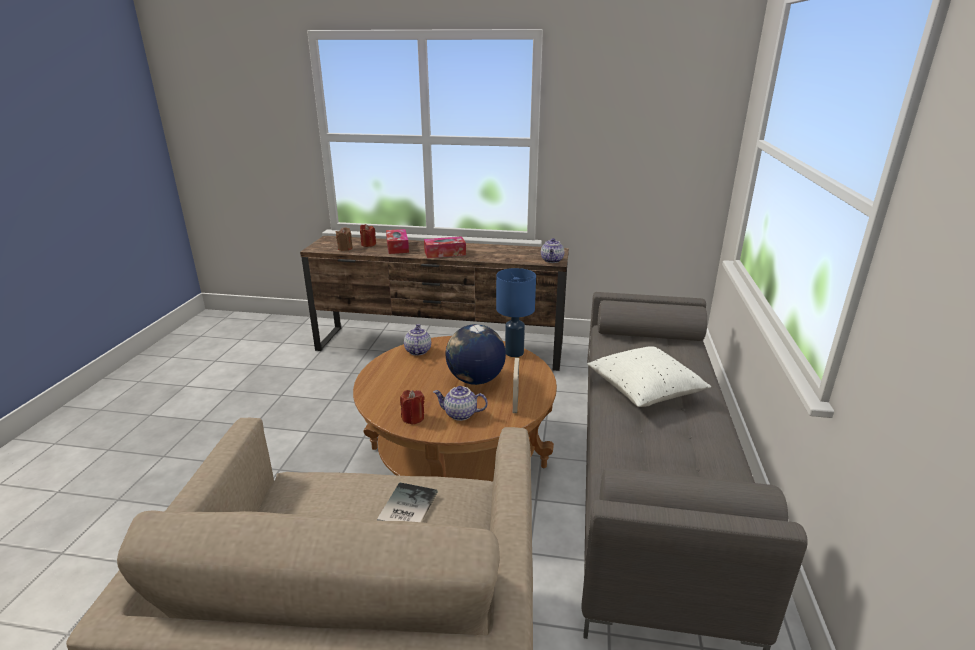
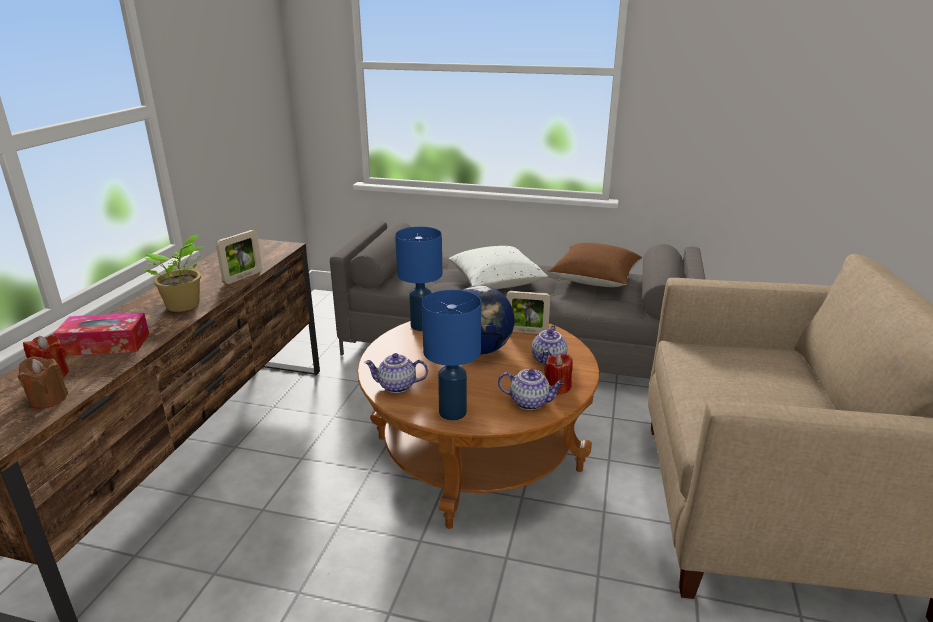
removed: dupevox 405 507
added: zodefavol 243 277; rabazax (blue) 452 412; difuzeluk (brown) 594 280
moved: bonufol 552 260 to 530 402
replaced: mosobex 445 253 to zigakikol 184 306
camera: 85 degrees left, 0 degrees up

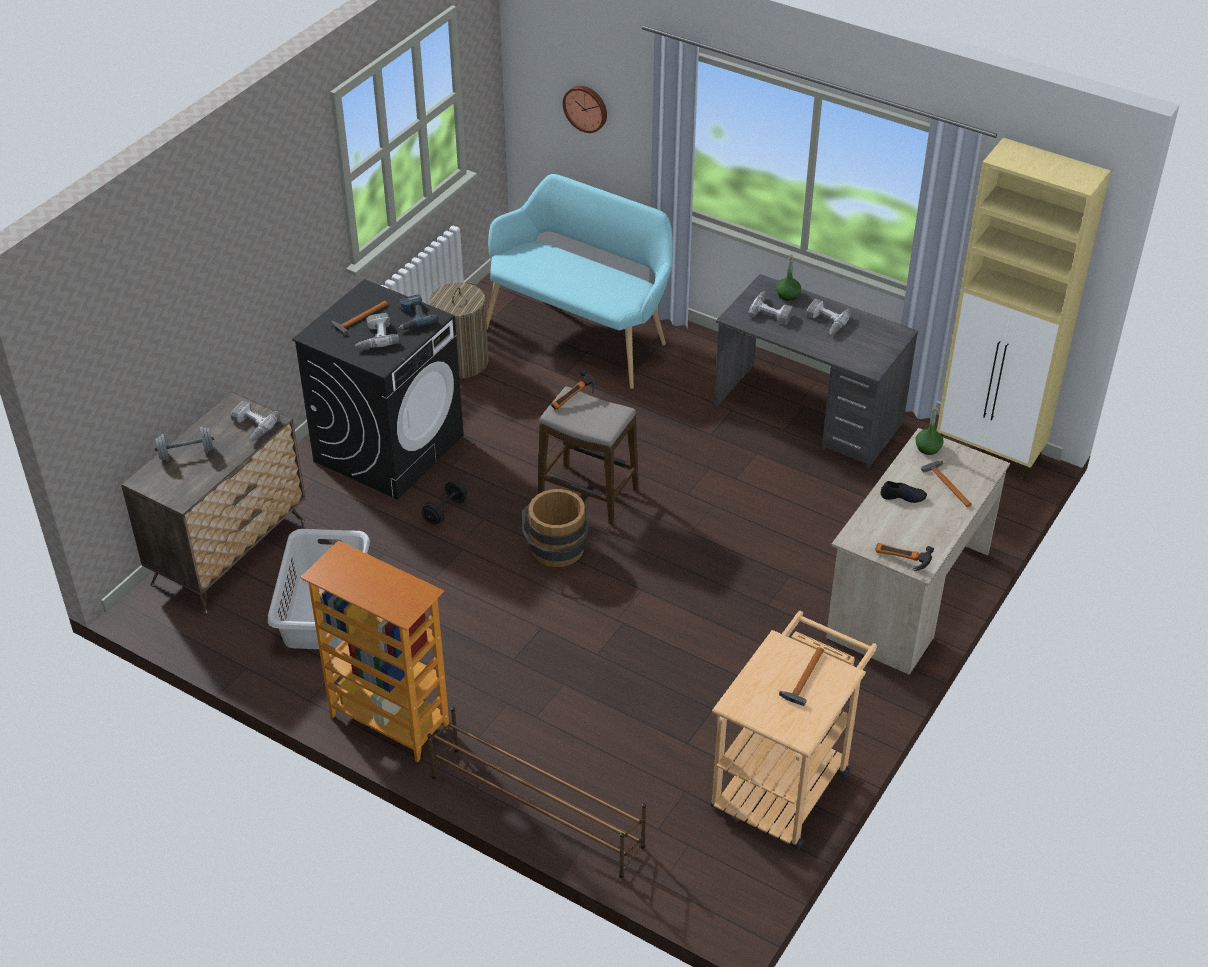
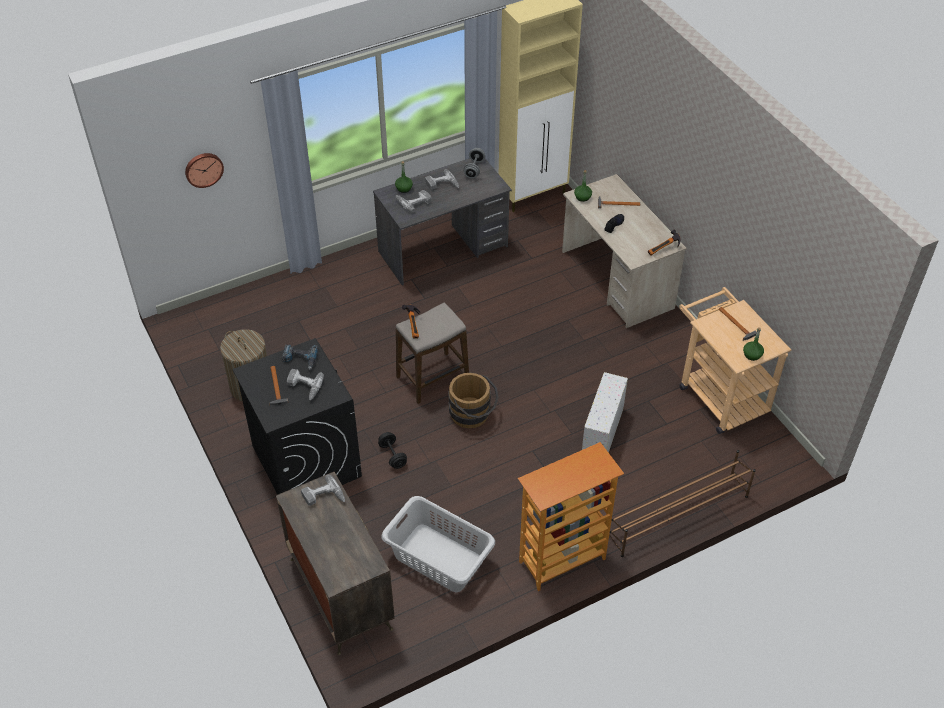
removed: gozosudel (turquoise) 582 334
added: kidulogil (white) 602 434; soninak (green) 752 355
moved: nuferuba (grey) 186 453 to 474 169
camera: 60 degrees left, 5 degrees up

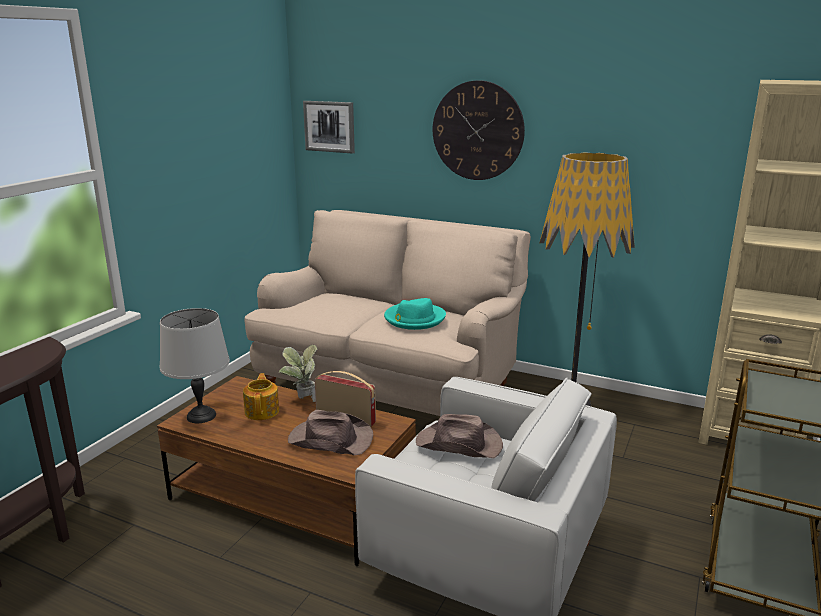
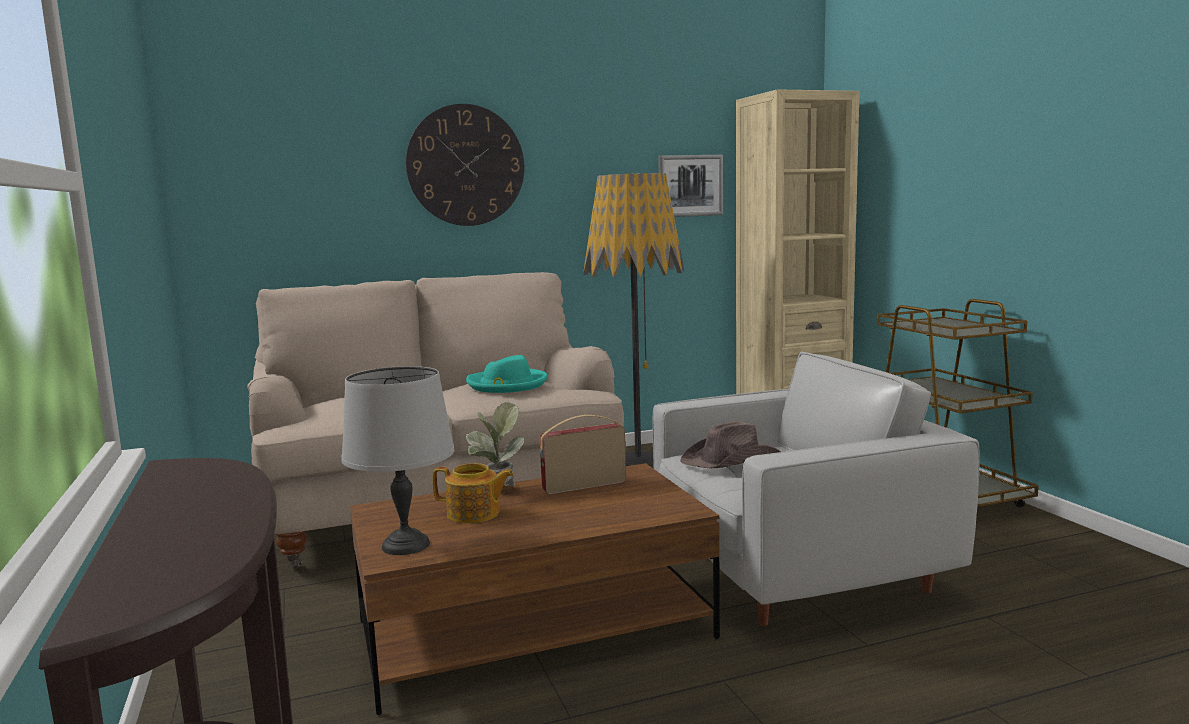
removed: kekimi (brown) 330 439
moved: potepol 329 126 to 690 185
turned: bonufol 262 411 = 474 514 150 degrees clockwise
camera: 45 degrees left, 10 degrees down

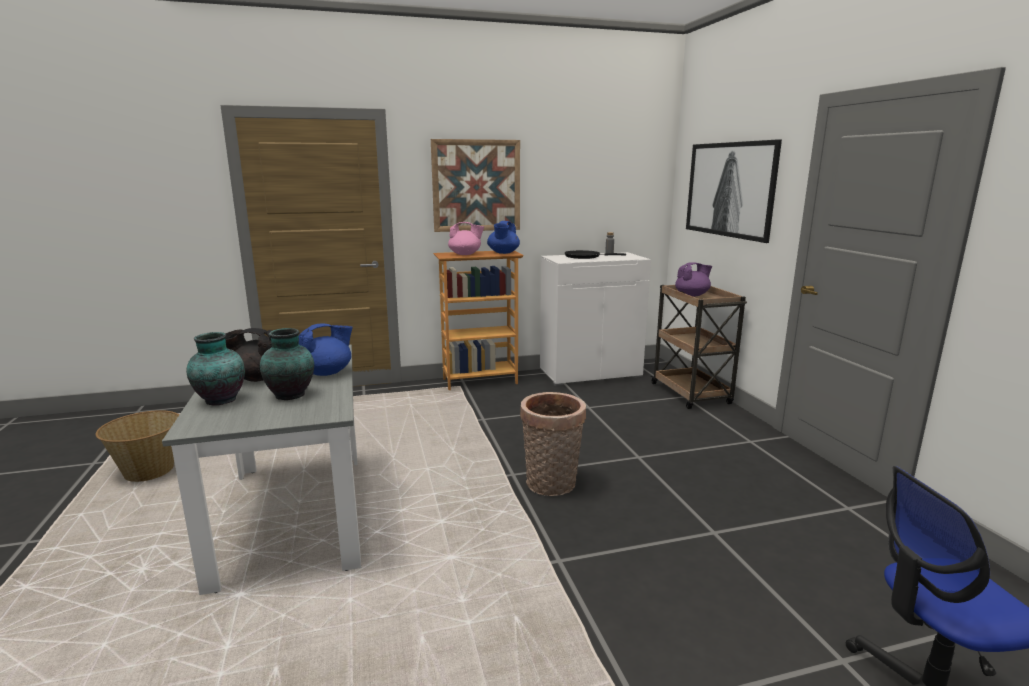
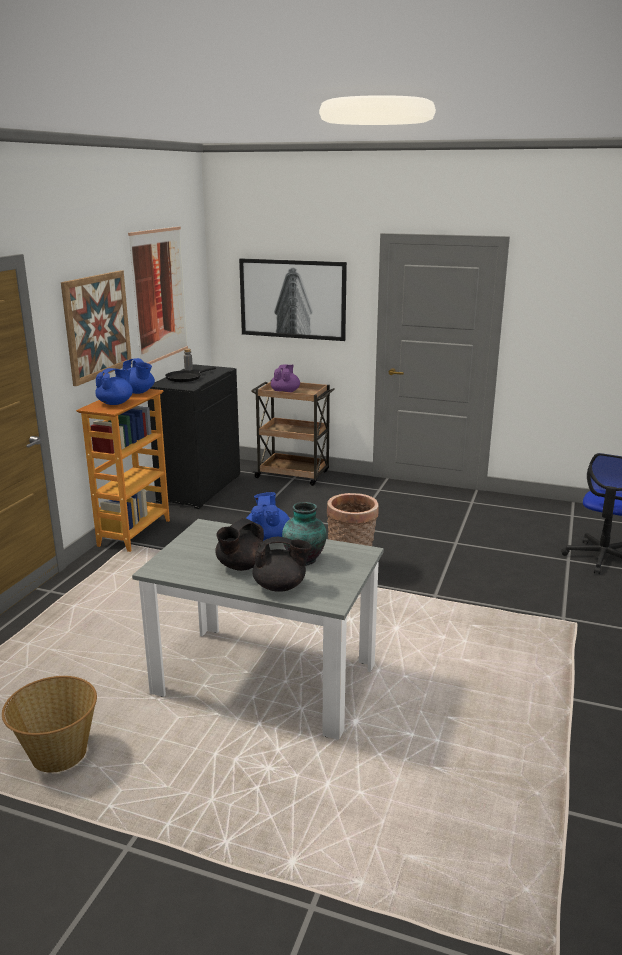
added: potepol 159 295
replaced: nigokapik 220 400 to bonufol (black) 280 586
recoloured: bonufol (pink) 465 254 to bonufol (blue) 116 403; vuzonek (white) 590 373 to vuzonek (black) 199 488
camera: 55 degrees left, 5 degrees up

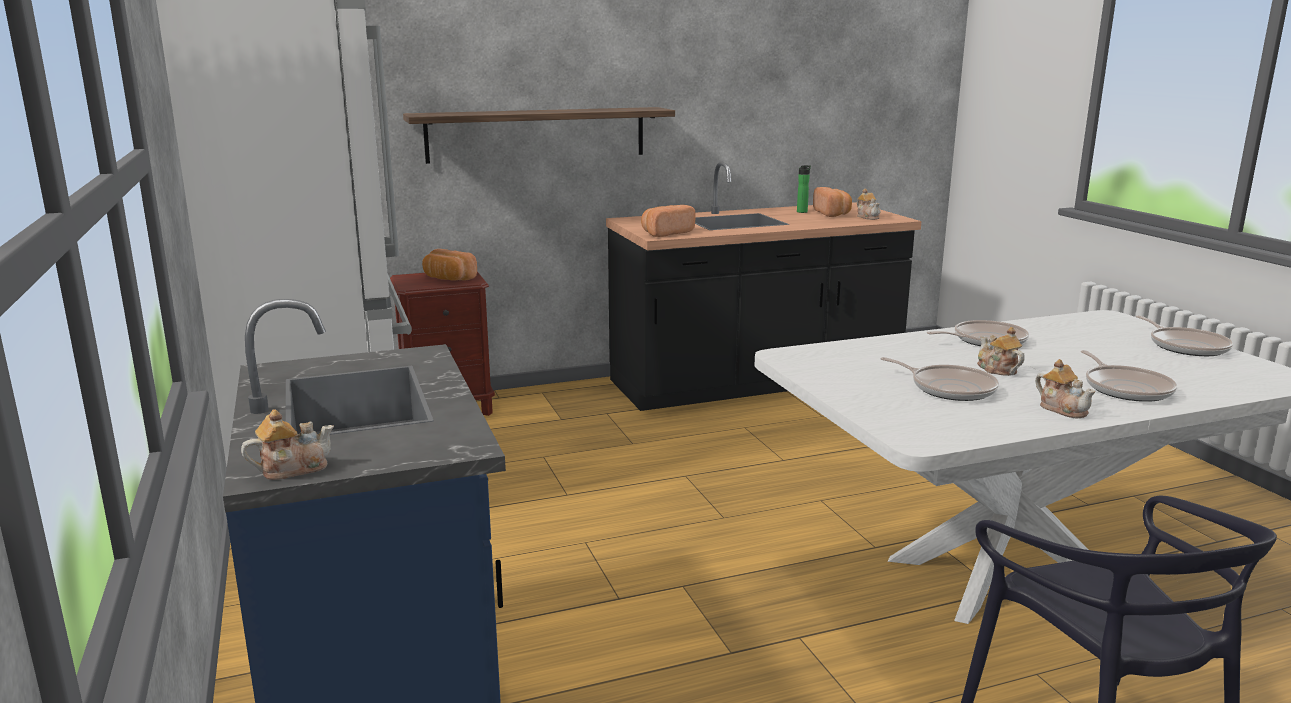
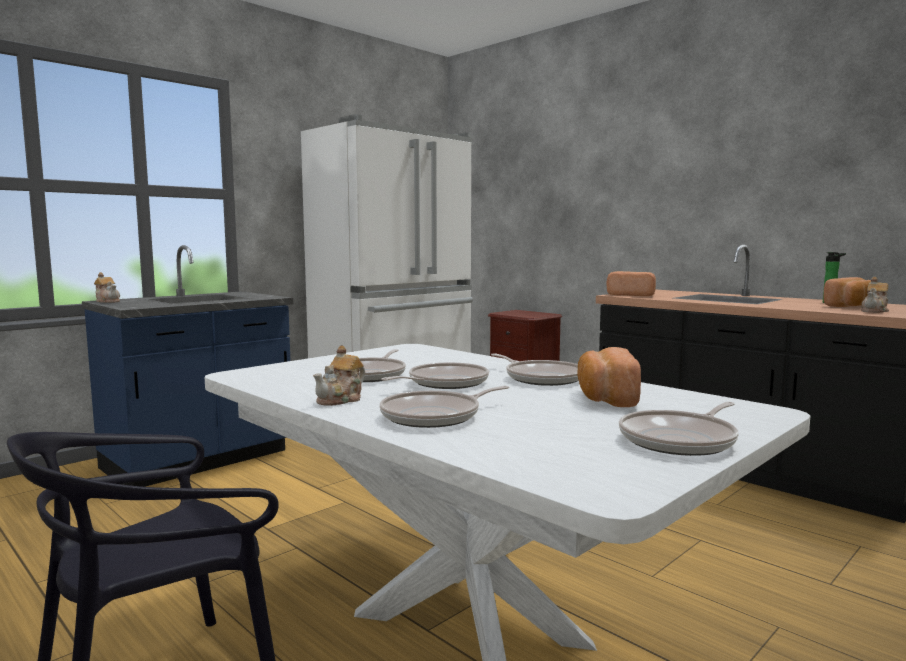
removed: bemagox 537 134
moved: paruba 448 279 to 605 398
replaced: bonufol 997 369 to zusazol 444 383
camera: 65 degrees right, 10 degrees down

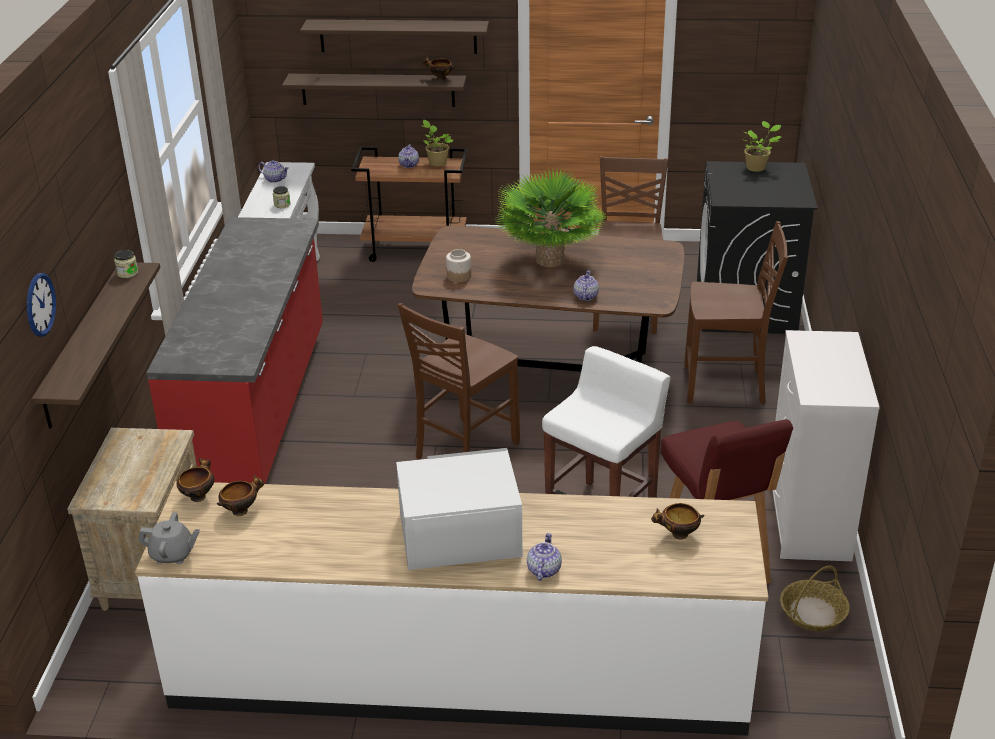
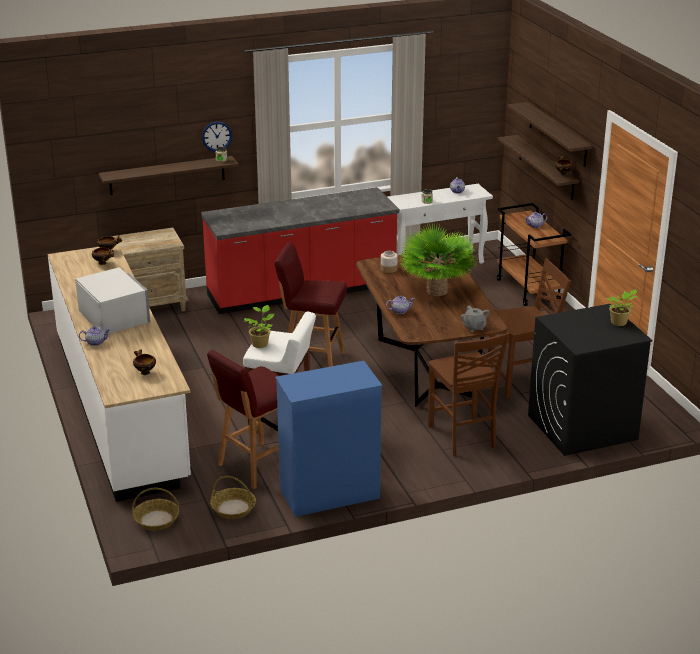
added: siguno 156 520
moved: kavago 40 304 to 216 136; zigakikol 437 162 to 260 344; bonufol (grey) 172 555 to 474 327
replaced: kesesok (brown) 464 450 to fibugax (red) 312 361
recoloured: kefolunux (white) 808 519 to kefolunux (blue) 328 494
camera: 65 degrees right, 5 degrees down

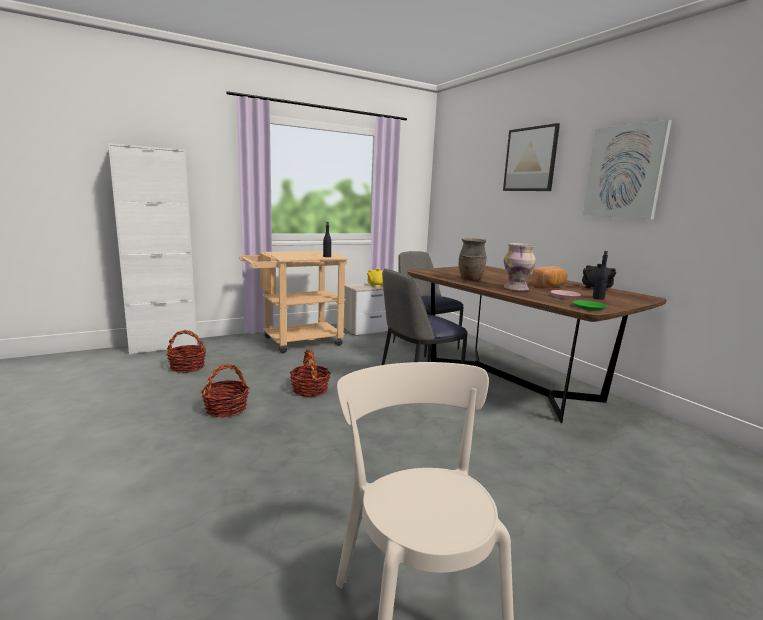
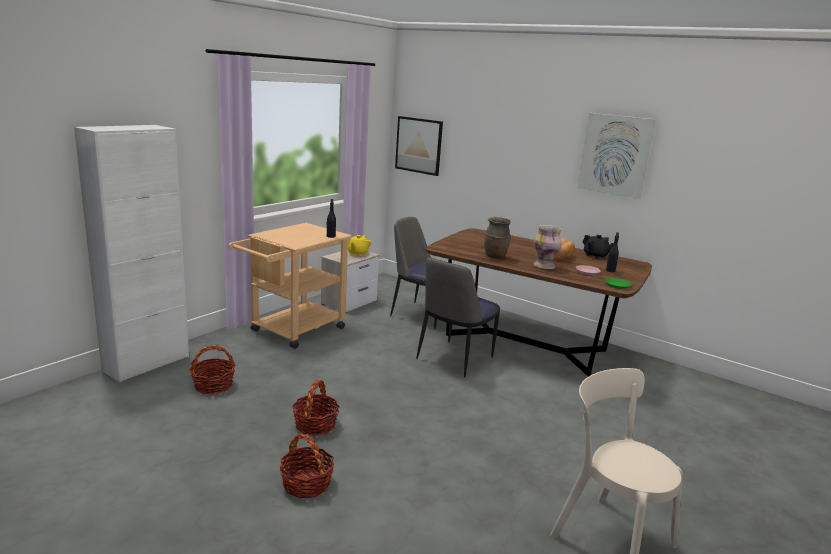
moved: siguno 310 390 to 306 483; potepol 530 159 to 419 145
camera: 25 degrees left, 5 degrees up

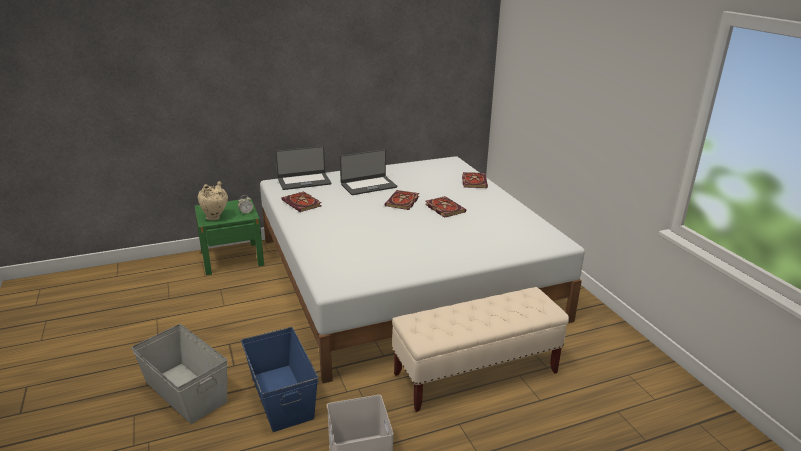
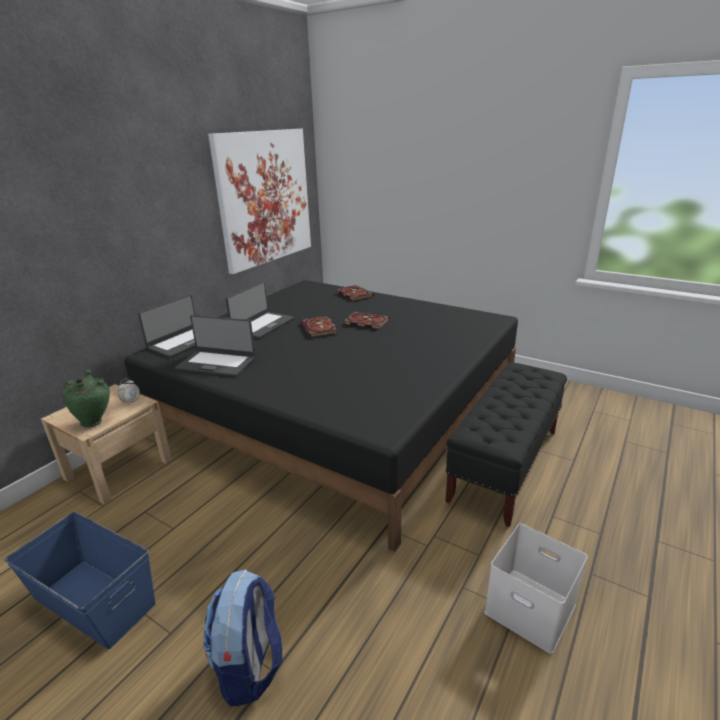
added: potepol 264 198
moved: kidulogil (blue) 282 395 to 95 600
replaced: dupevox 303 203 to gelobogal 217 363; kidulogil (grey) 185 392 to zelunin 250 666
recoloured: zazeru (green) 232 258 to zazeru (beige) 119 469; nigokapik (beige) 215 218 to nigokapik (green) 94 421; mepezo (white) 404 277 to mepezo (black) 337 409; gozosudel (beige) 476 373 to gozosudel (black) 505 464
camera: 35 degrees left, 0 degrees up

